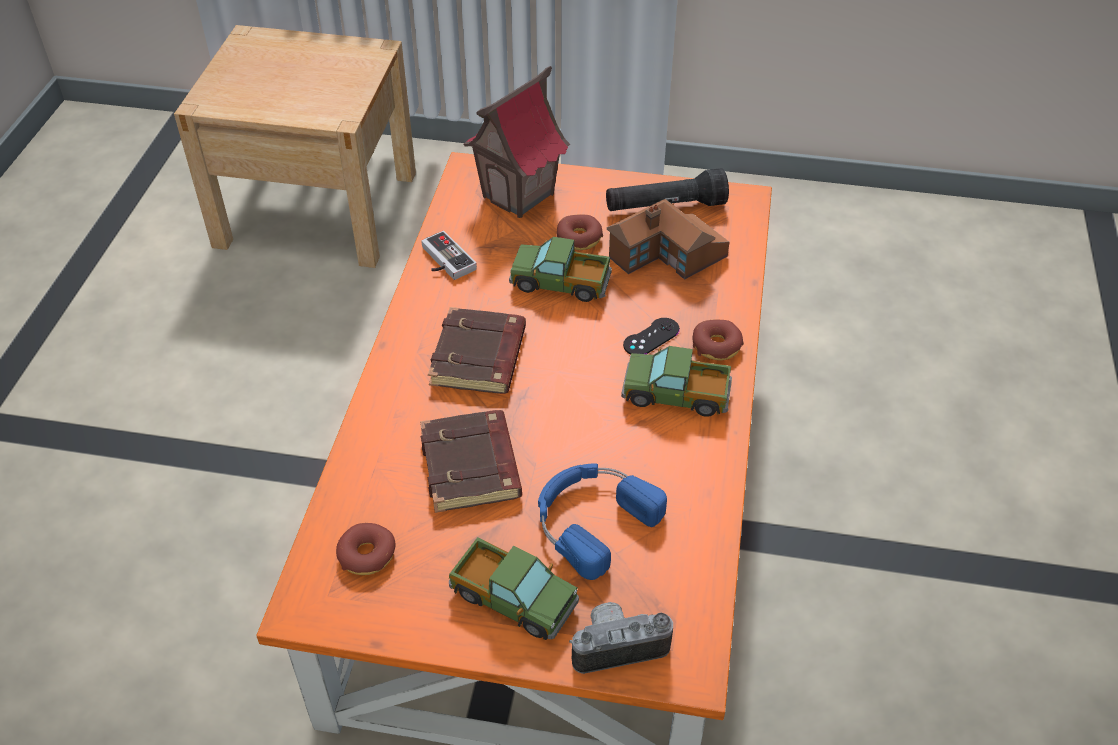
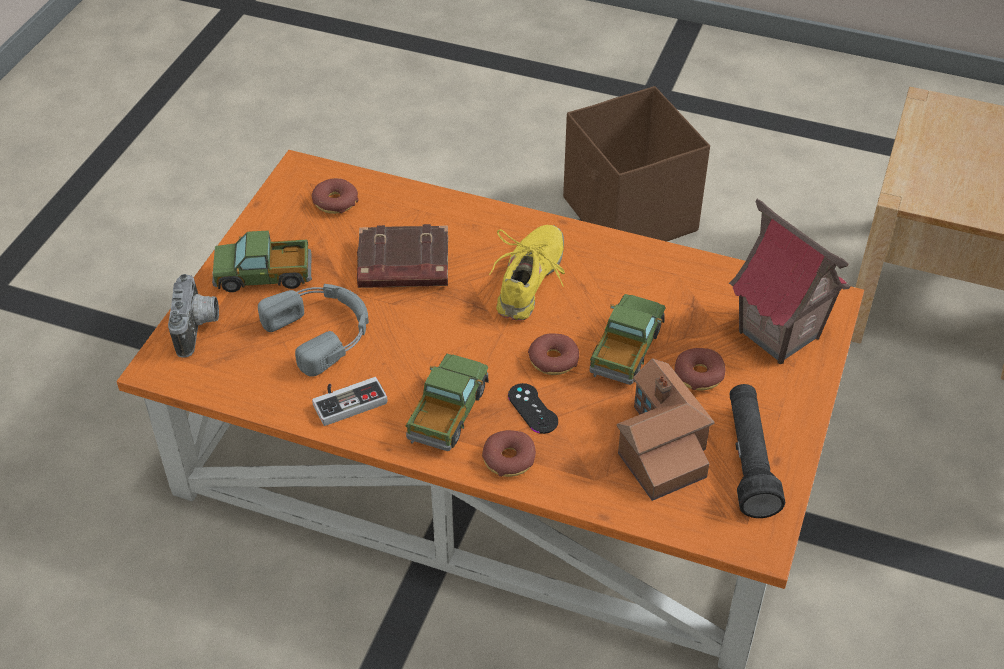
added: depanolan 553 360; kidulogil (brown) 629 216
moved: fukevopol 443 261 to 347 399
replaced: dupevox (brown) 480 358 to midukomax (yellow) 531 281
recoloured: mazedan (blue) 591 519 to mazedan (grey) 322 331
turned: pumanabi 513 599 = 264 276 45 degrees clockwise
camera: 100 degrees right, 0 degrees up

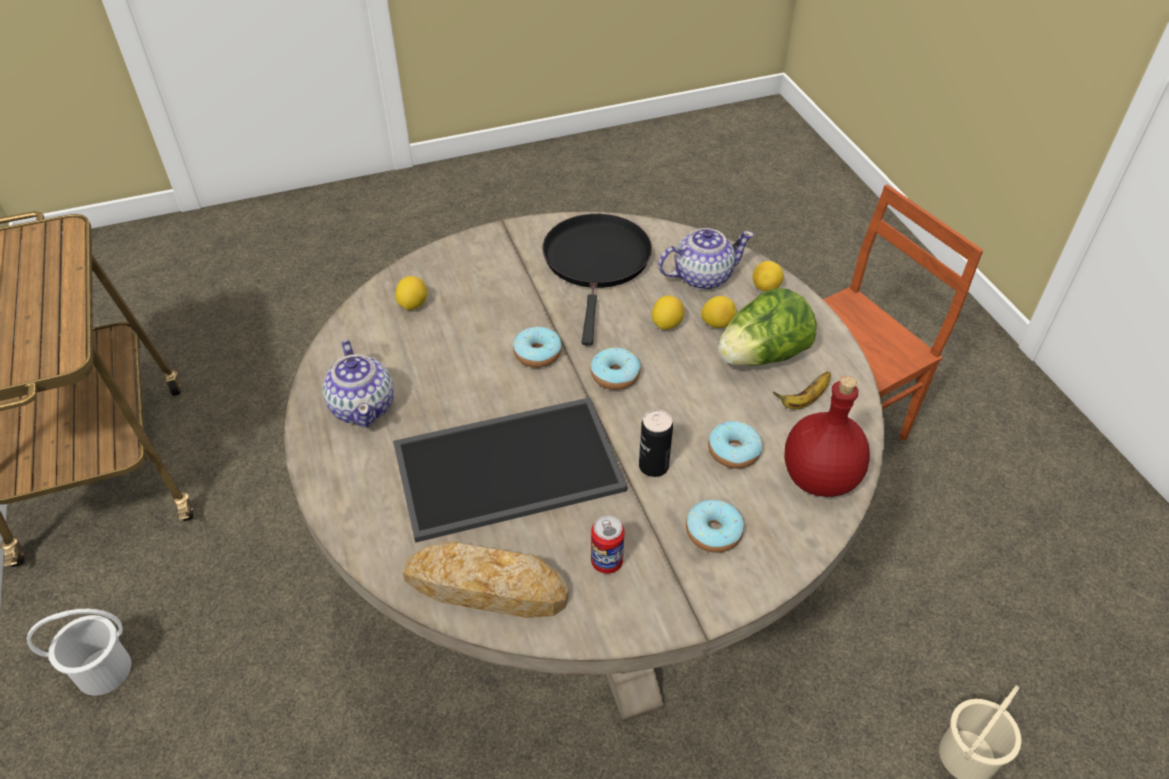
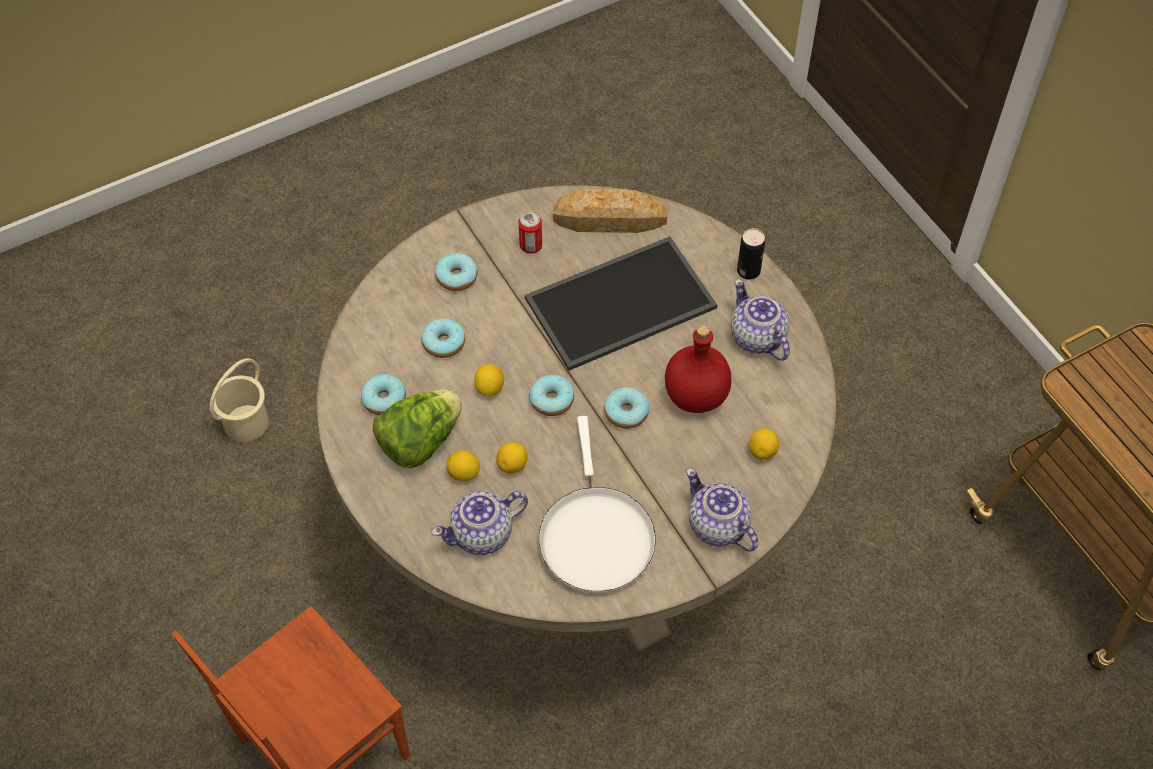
removed: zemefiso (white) 103 670
added: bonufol 718 526
moved: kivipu 766 287 to 489 388; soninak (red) 821 478 to 694 395; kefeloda 653 466 to 748 271
replaced: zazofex 804 400 to depanolan 384 399
recoloured: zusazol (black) 597 263 to zusazol (white) 595 536
camera: 170 degrees right, 10 degrees up

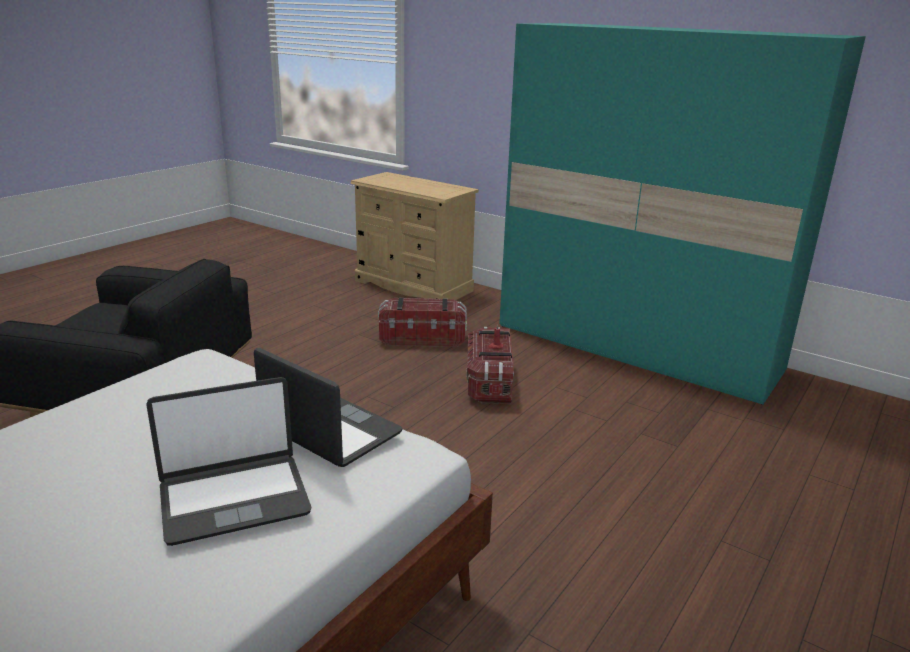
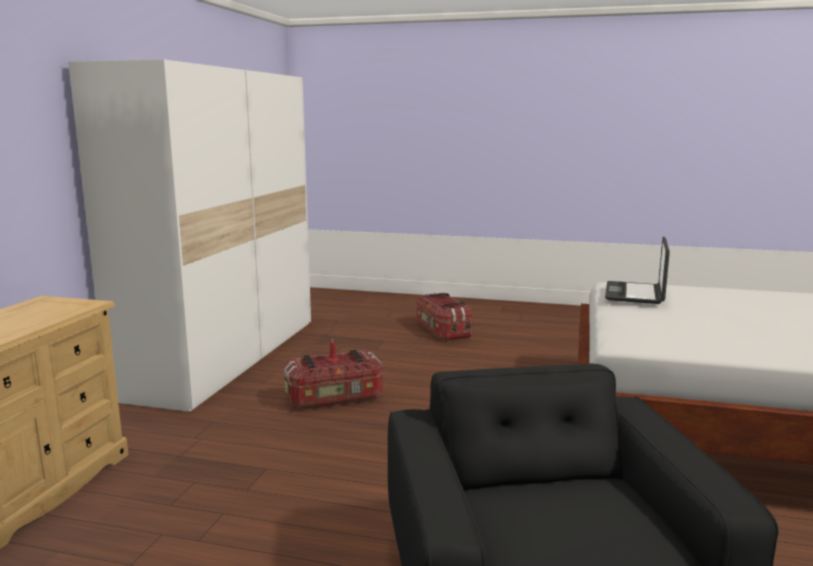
removed: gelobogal 234 499
moved: kidulogil 422 338 to 442 331
recoloured: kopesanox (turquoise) 636 347 to kopesanox (white) 225 357
camera: 110 degrees left, 10 degrees down

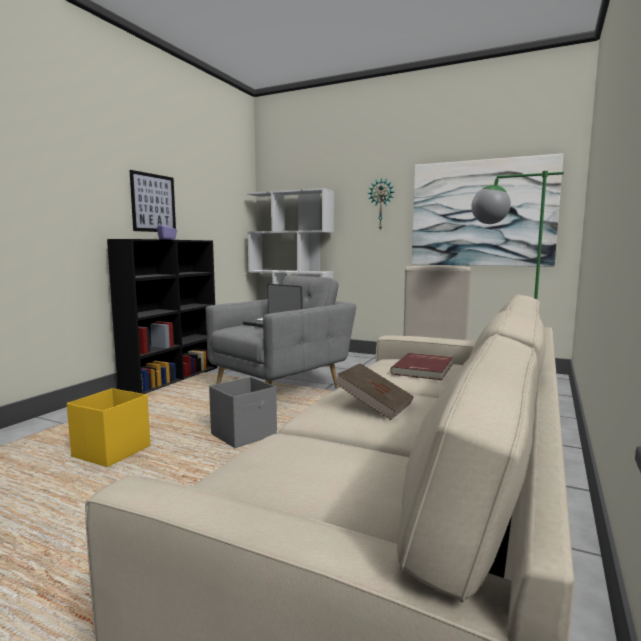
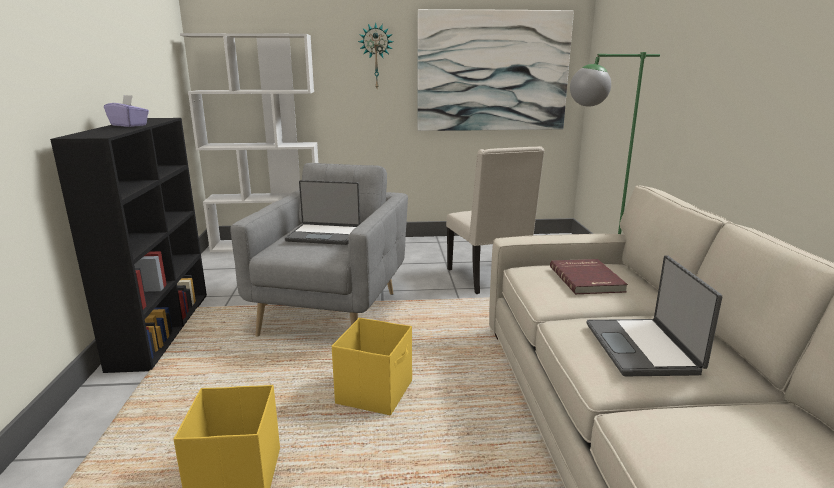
removed: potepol 153 203
replaced: dupevox (brown) 374 407 to gelobogal 643 348
recoloured: kidulogil (grey) 245 435 to kidulogil (yellow) 375 392
camera: 30 degrees left, 10 degrees up

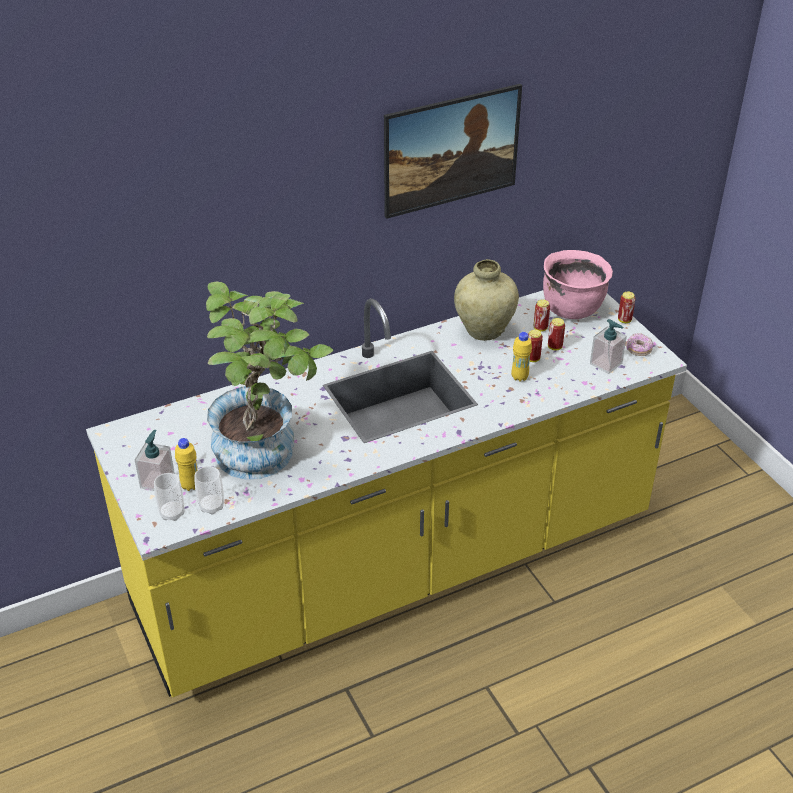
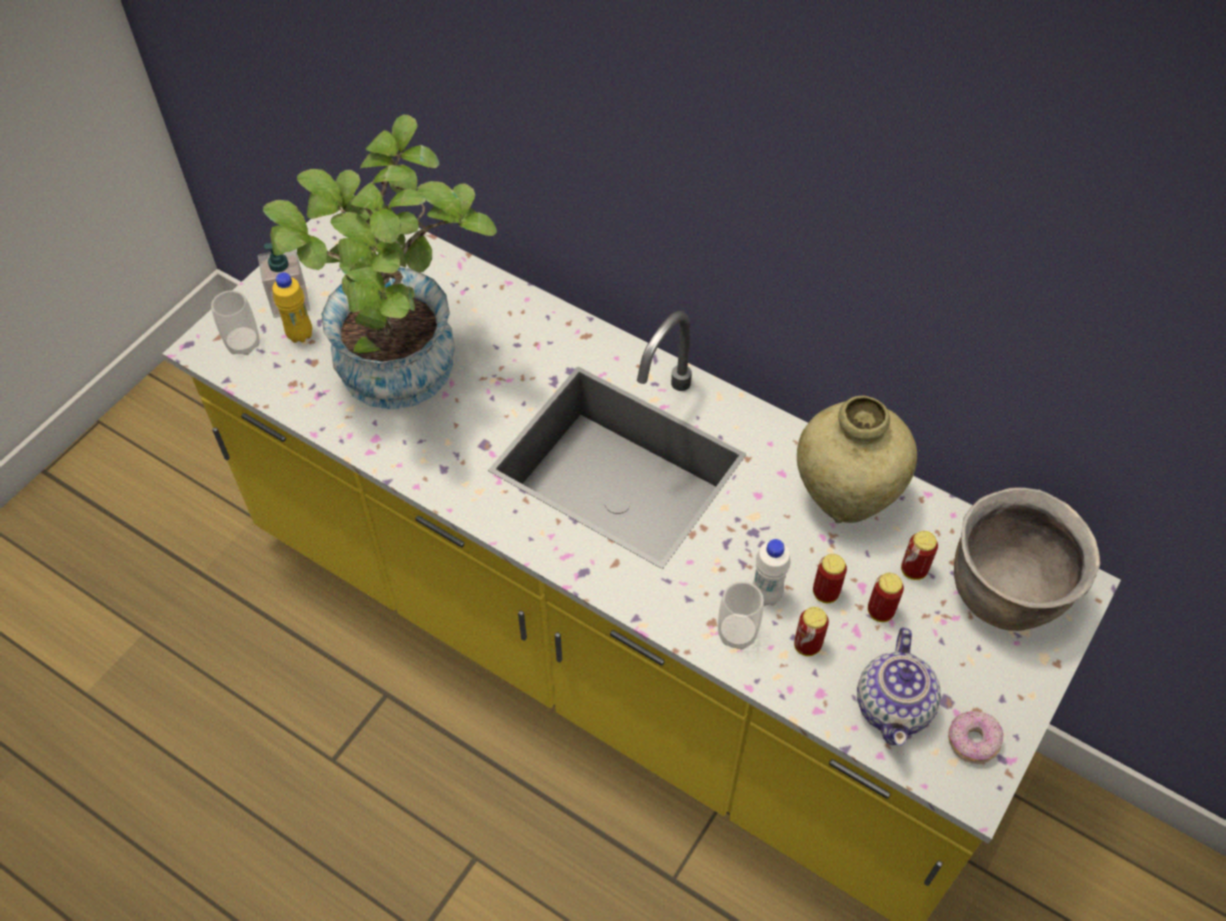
removed: potepol 450 175
moved: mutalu 211 506 to 737 633; kefeloda 624 320 to 807 645
replaced: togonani 606 364 to bonufol 894 705
recoloured: soninak (yellow) 519 377 to soninak (white) 766 595; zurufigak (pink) 572 308 to zurufigak (brown) 1005 593
camera: 60 degrees right, 15 degrees up

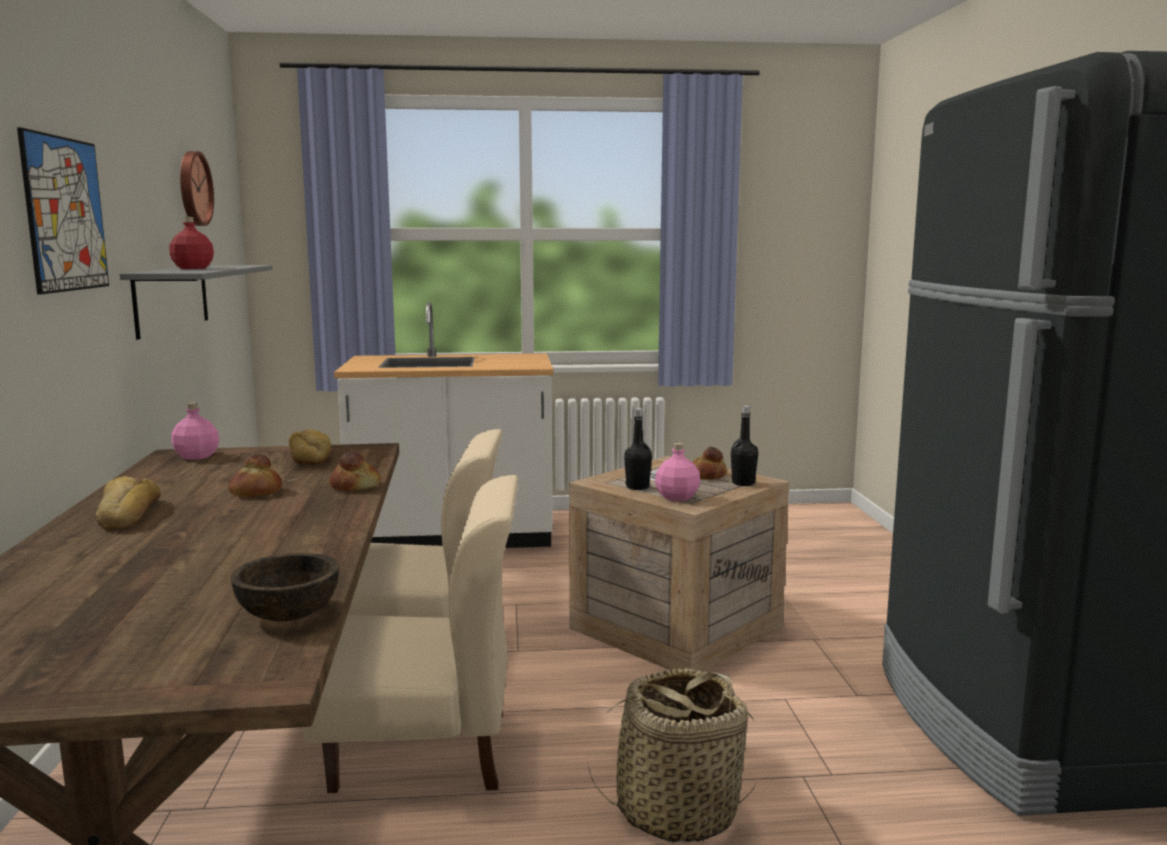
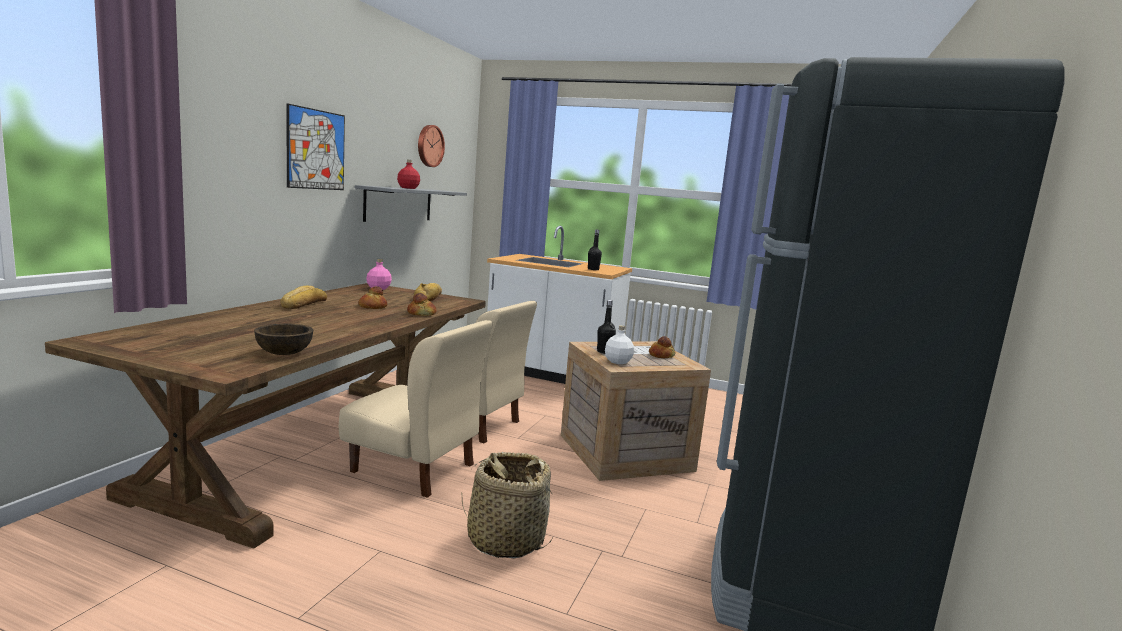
moved: soninak (black) 743 483 to 593 269
recoloured: soninak (pink) 677 497 to soninak (white) 617 361
camera: 25 degrees right, 0 degrees up

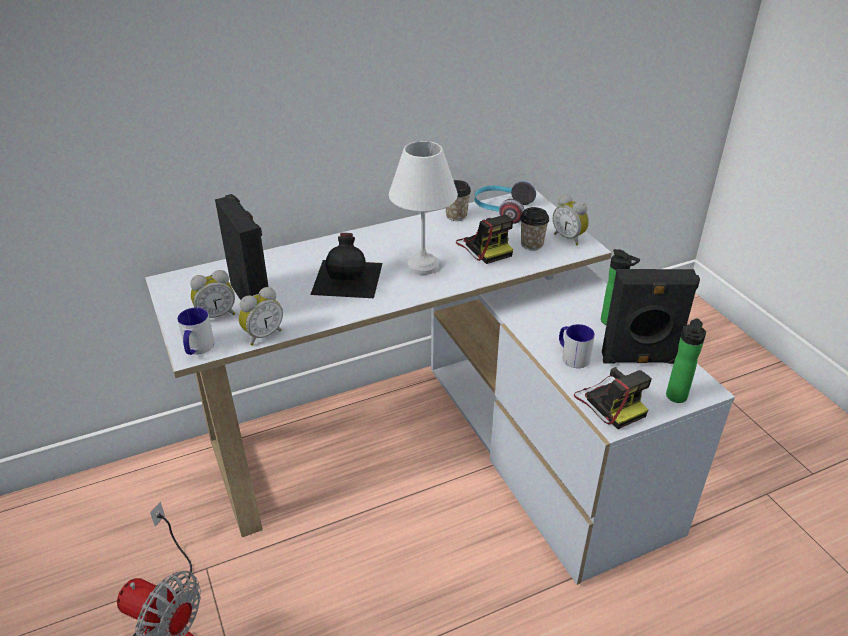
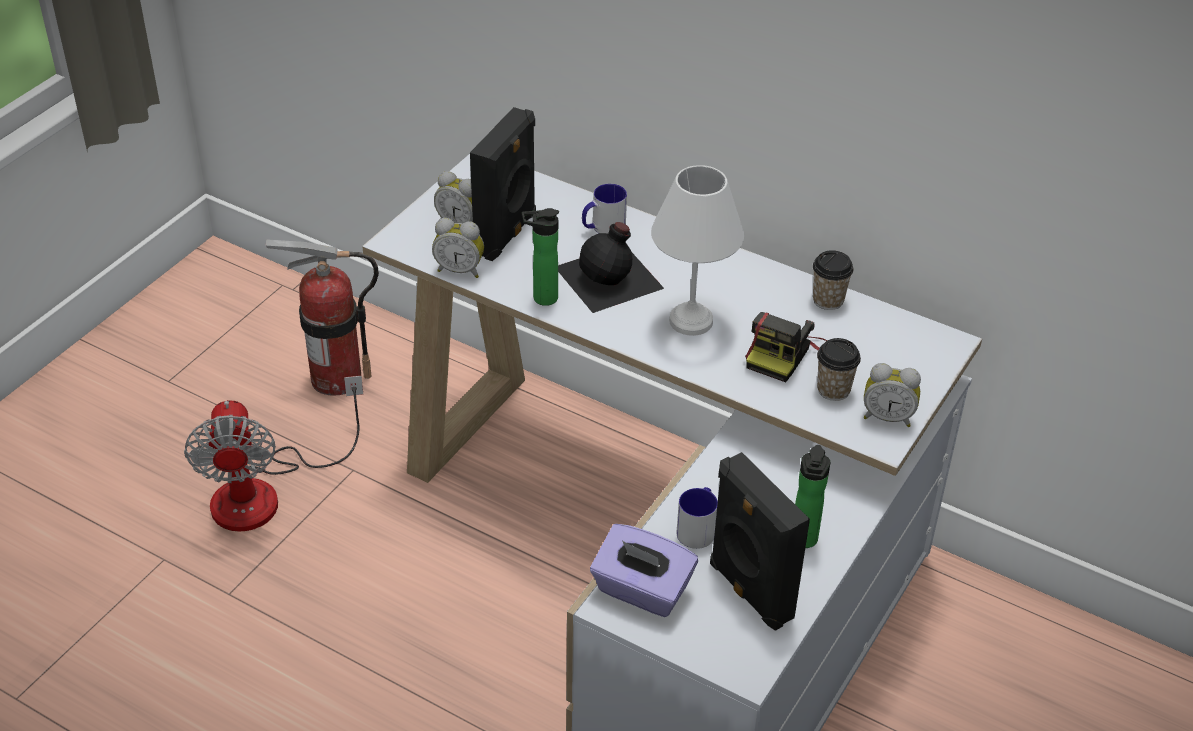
removed: mazedan 501 210
added: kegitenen 336 378
moved: soninak 676 398 to 541 298; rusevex 197 349 to 603 228
replaced: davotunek 610 402 to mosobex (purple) 641 591
turned: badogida 569 238 = 887 417 90 degrees counterclockwise
camera: 55 degrees right, 5 degrees up

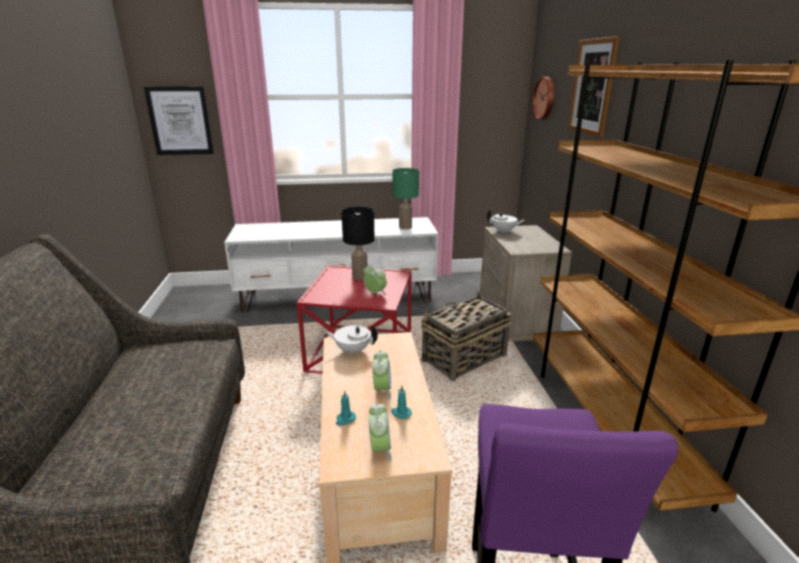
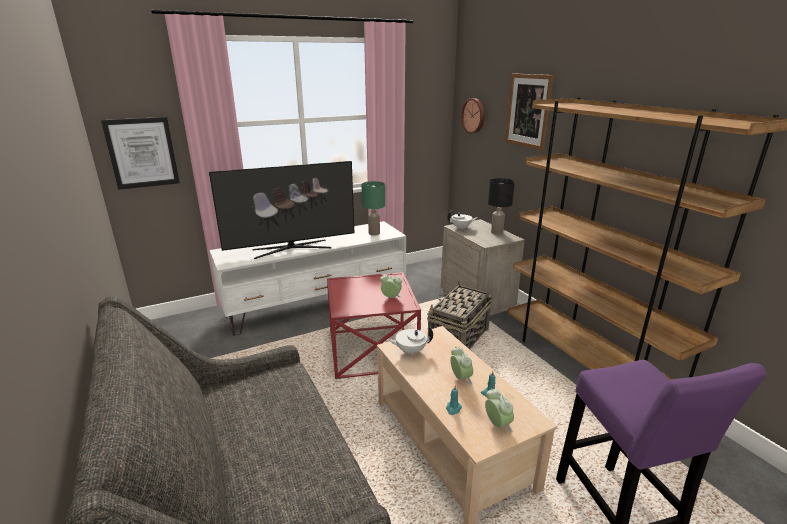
added: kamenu 291 248
moved: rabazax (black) 360 277 to 497 232
camera: 20 degrees left, 0 degrees up

